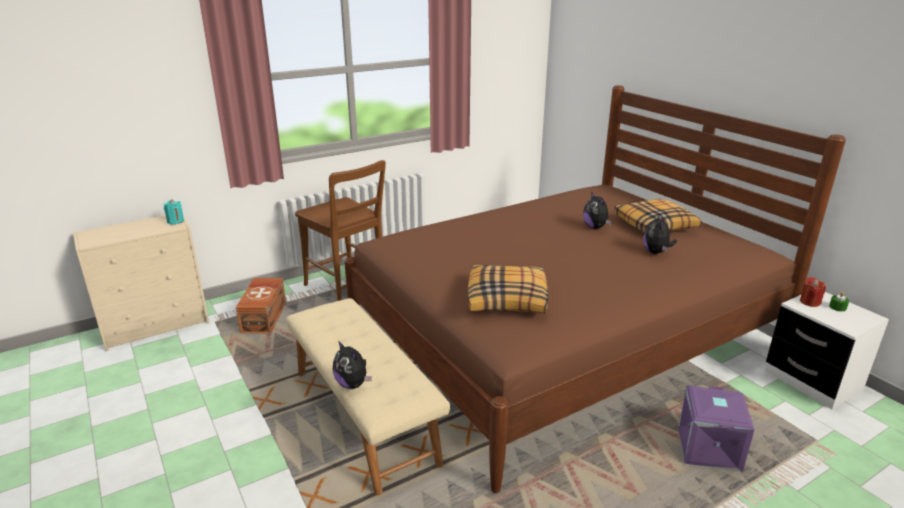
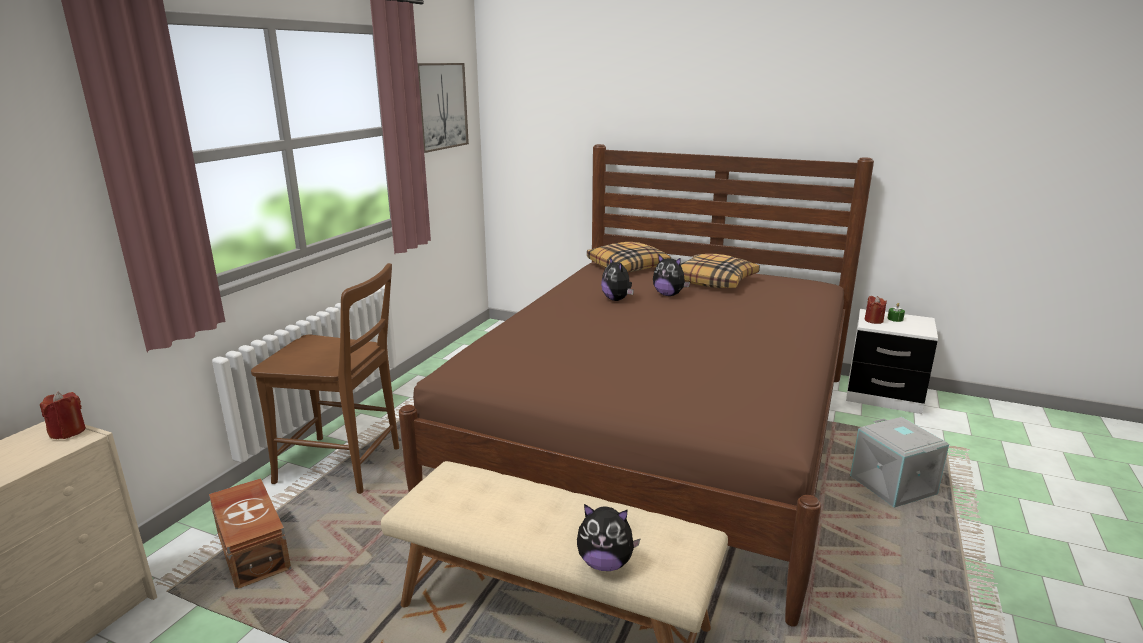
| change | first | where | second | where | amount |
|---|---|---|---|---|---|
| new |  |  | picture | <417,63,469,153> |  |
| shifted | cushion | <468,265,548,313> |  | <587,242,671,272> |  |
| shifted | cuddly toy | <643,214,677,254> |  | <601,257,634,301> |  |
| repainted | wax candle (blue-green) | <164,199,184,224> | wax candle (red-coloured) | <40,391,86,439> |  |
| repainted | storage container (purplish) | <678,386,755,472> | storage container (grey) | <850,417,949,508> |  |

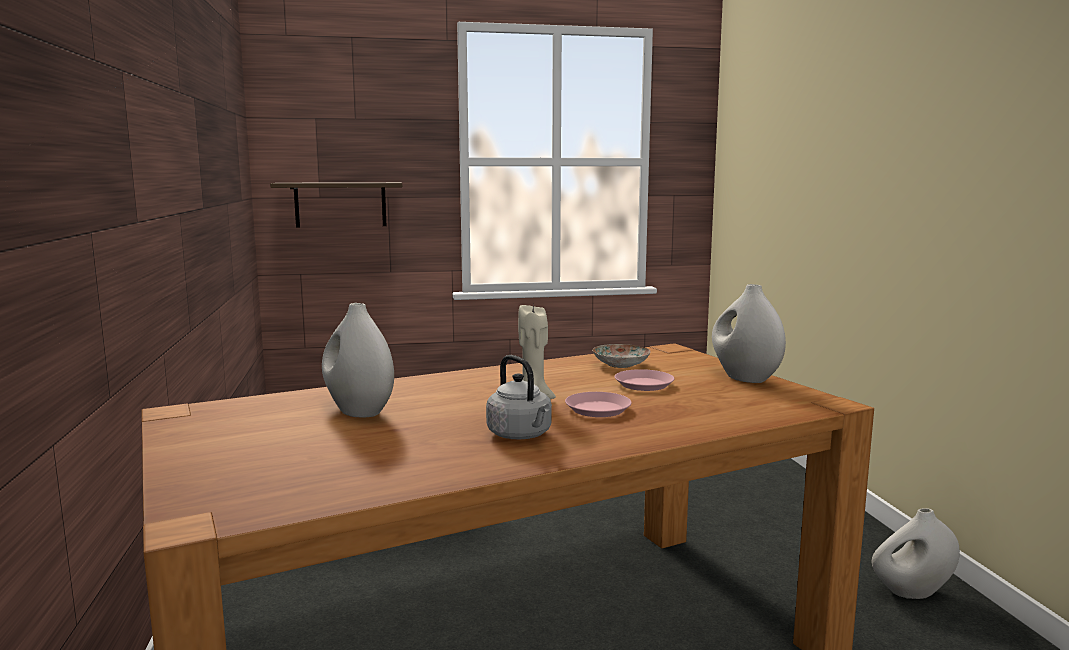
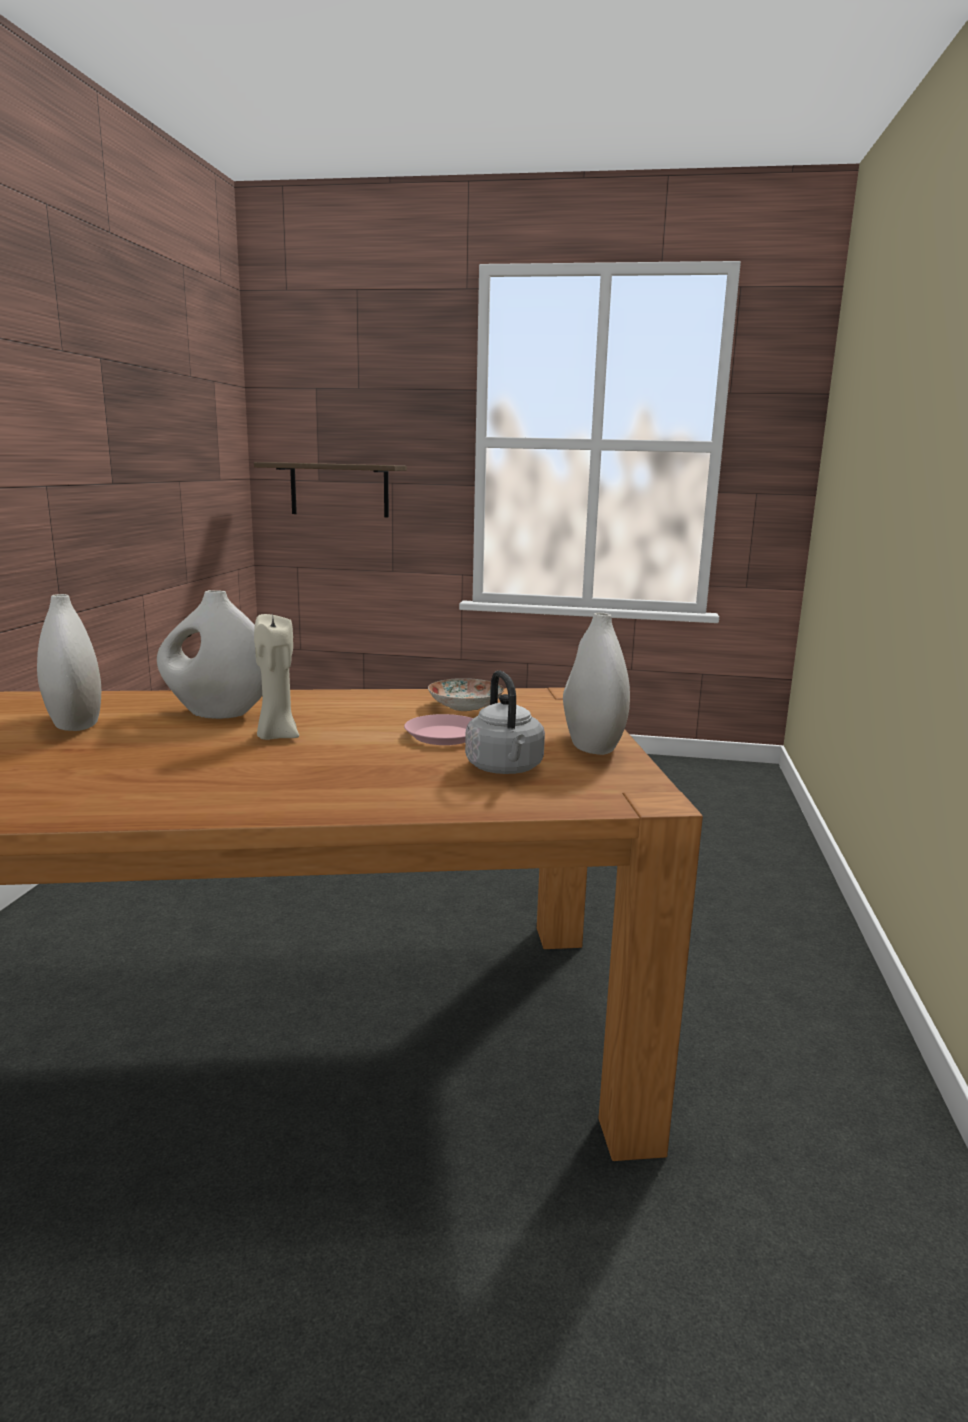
| change | first | where | second | where | amount |
|---|---|---|---|---|---|
| gone | plate (pink) | <565,392,632,417> |  |  |  |
| shifted | tea kettle (grey) | <486,355,552,440> |  | <465,670,545,774> |  |
| shifted | flower vase (white-coloured) | <872,508,960,599> |  | <157,590,262,719> |  |

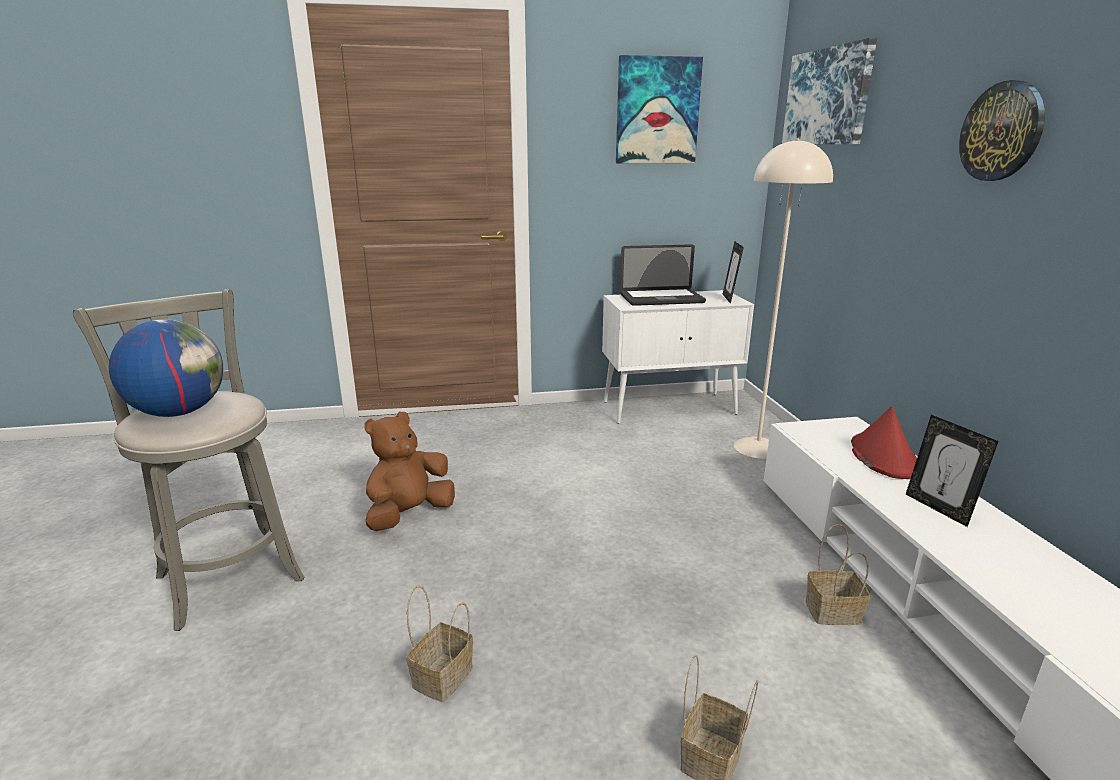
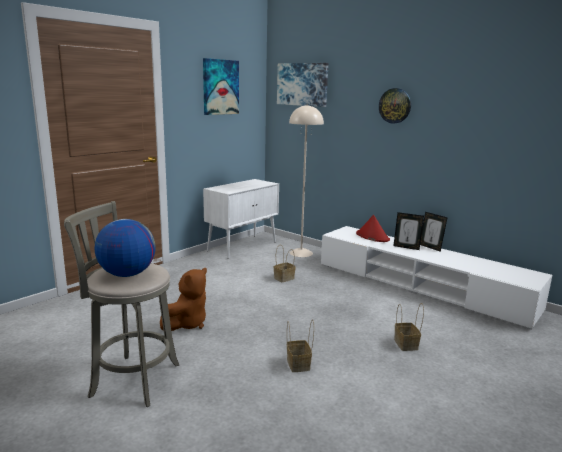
| change | first | where | second | where | amount |
|---|---|---|---|---|---|
| gone | notebook computer | <620,244,706,306> |  |  |  |
| shifted | picture frame | <723,241,744,304> |  | <420,212,448,252> |  |
| shifted | basket | <805,524,870,625> |  | <274,245,296,282> |  |
| rotated | cuddly toy (brownish) | <365,412,455,531> |  | <160,268,207,331> | 150 degrees counterclockwise |

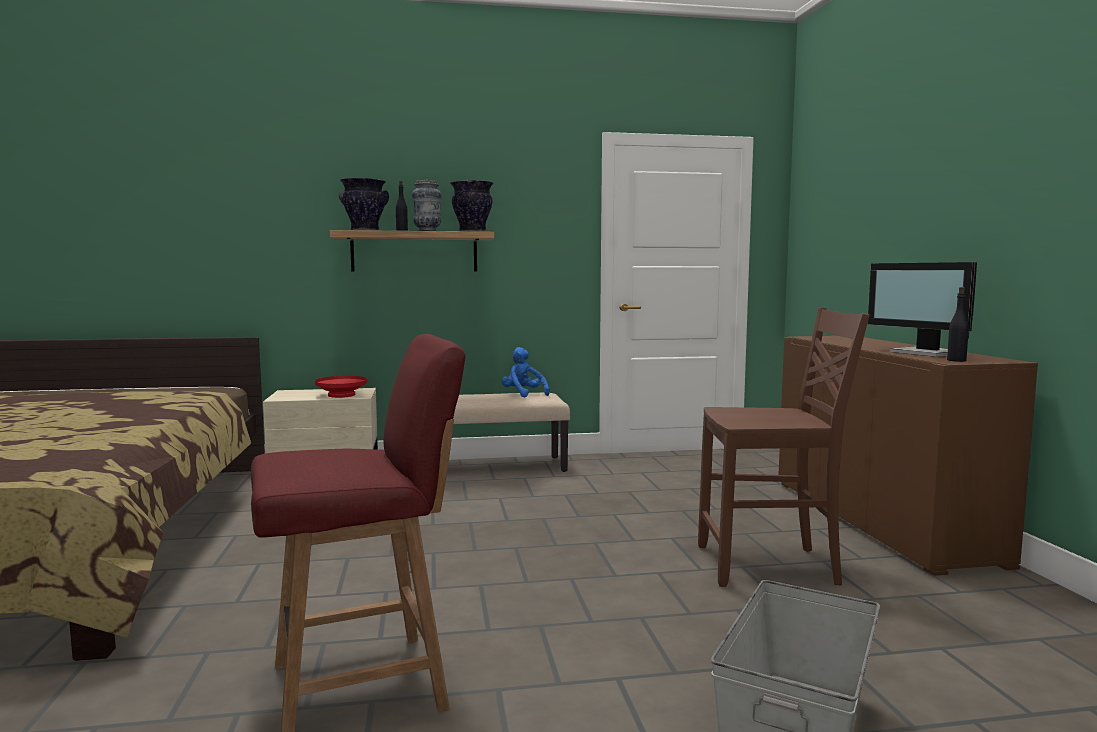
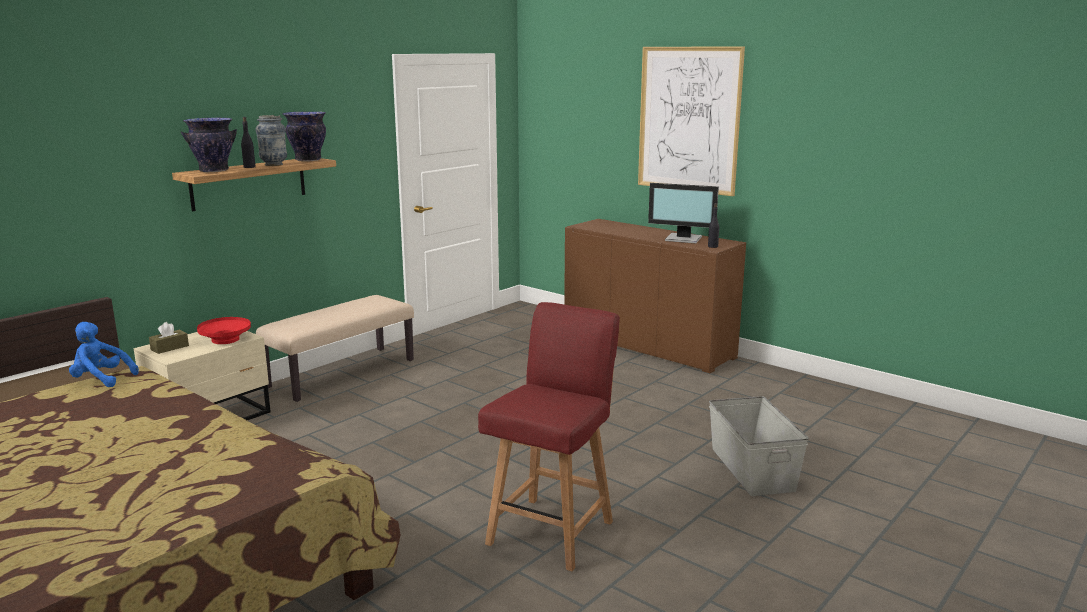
| change | first | where | second | where | amount |
|---|---|---|---|---|---|
| gone | upright chair (brownish) | <698,307,869,587> |  |  |  |
| new |  |  | tissue holder (brownish) | <149,322,189,354> |  |
| new |  |  | picture | <638,47,745,196> |  |
| shifted | cuddly toy (blue) | <502,347,550,397> |  | <69,322,139,387> |  |

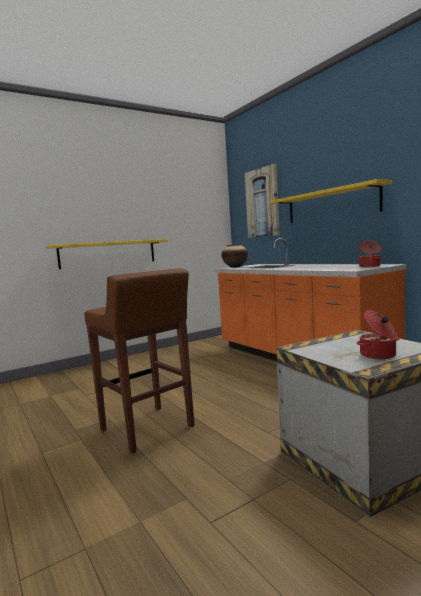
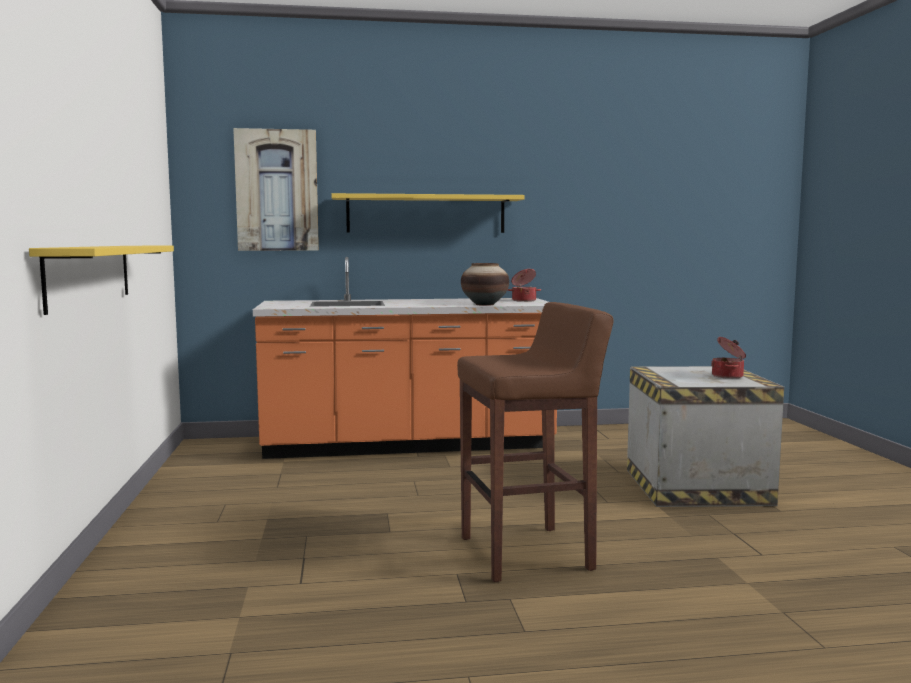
| change | first | where | second | where | amount |
|---|---|---|---|---|---|
| shifted | flower vase | <222,244,248,268> |  | <461,263,509,306> |  |

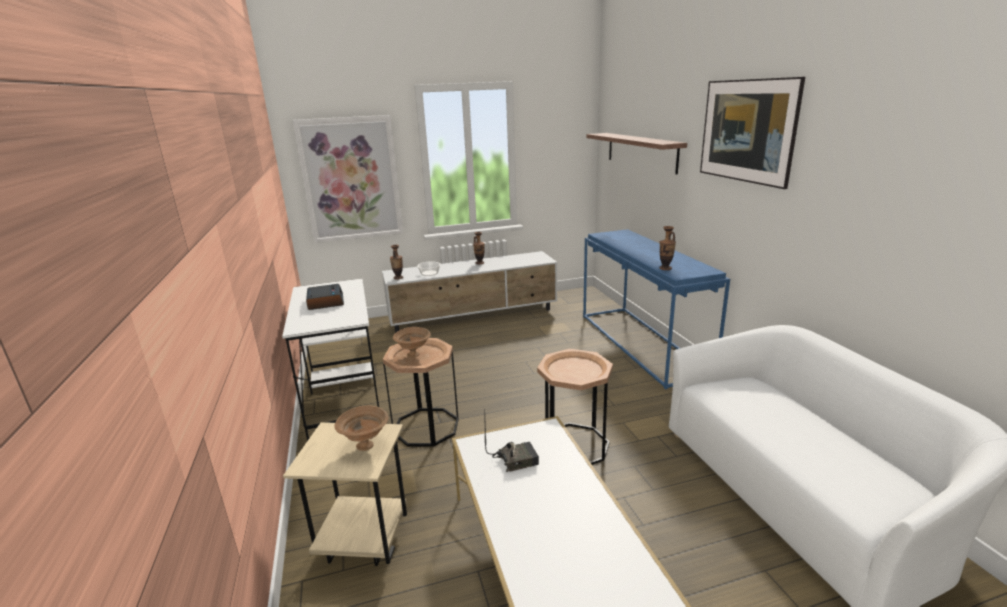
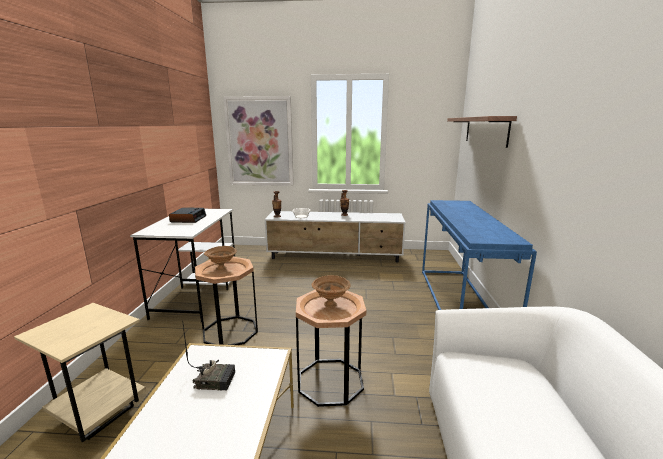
| change | first | where | second | where | amount |
|---|---|---|---|---|---|
| gone | flower vase | <660,226,676,270> |  |  |  |
| gone | picture | <700,77,805,189> |  |  |  |
| shifted | bowl (brownish) | <335,405,389,451> |  | <311,275,351,307> |  |

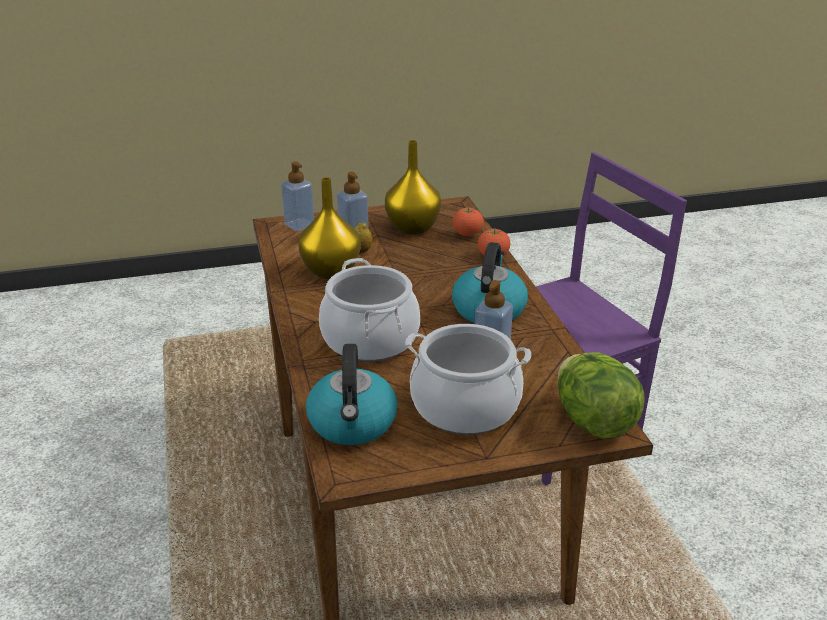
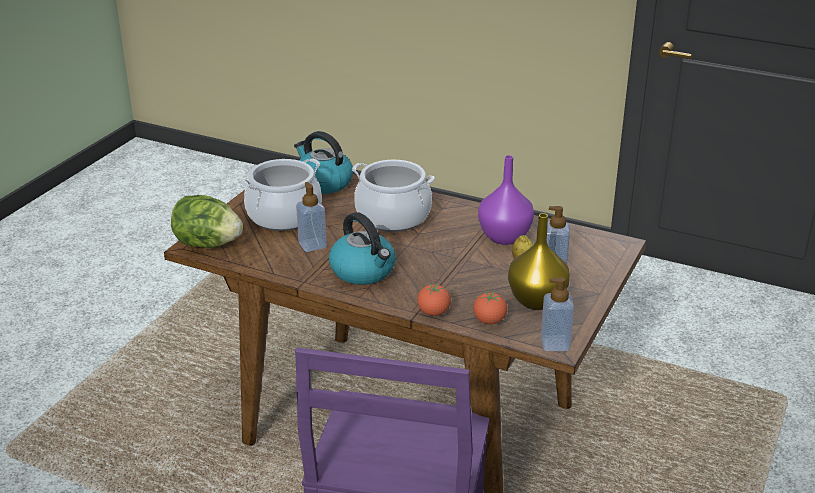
| change | first | where | second | where | amount |
|---|---|---|---|---|---|
| shifted | soap dispenser | <281,161,314,231> |  | <541,277,574,351> |  |
| repainted | flower vase (yellowish) | <298,177,361,279> | flower vase (purplish) | <478,155,534,245> |  |

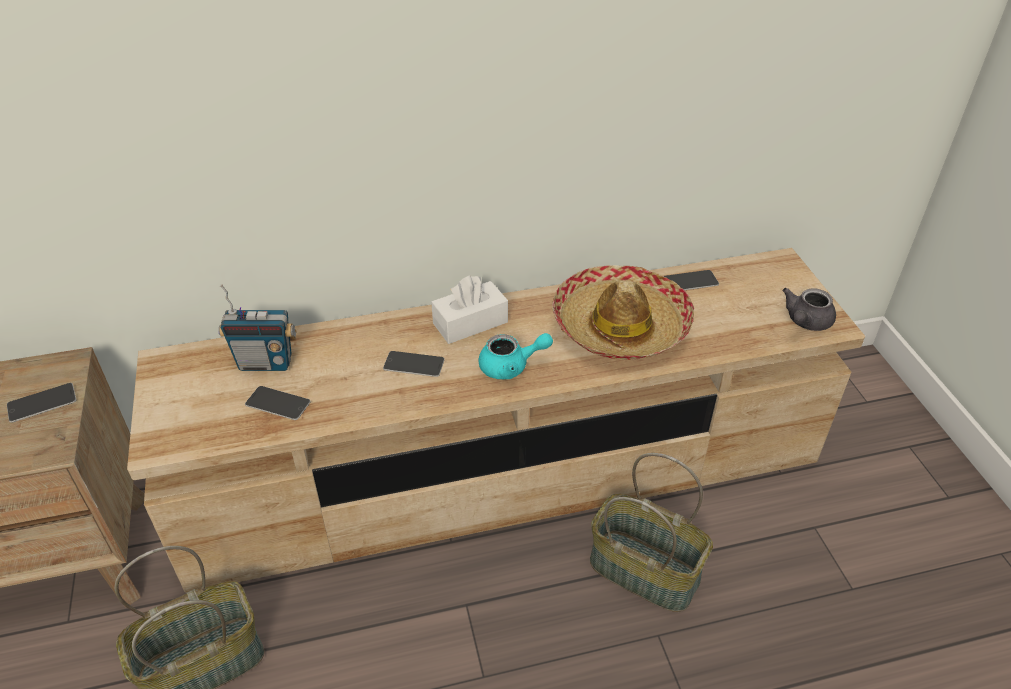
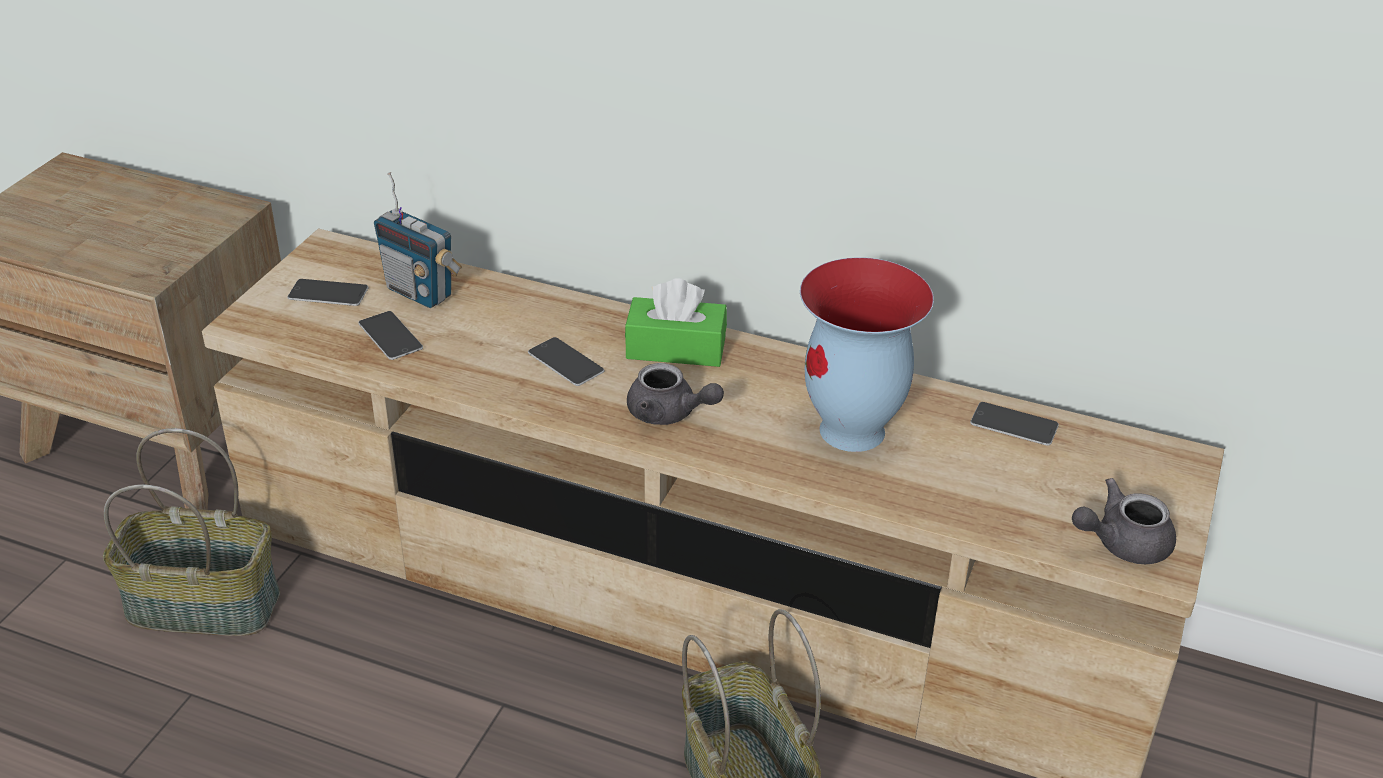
| change | first | where | second | where | amount |
|---|---|---|---|---|---|
| shifted | phone | <7,383,76,423> |  | <287,279,369,306> |  |
| swapped | clothing hat | <552,265,694,360> | flower vase | <800,257,934,452> |  |
| repainted | tissue holder (white-coloured) | <431,275,508,344> | tissue holder (greenish) | <625,278,727,367> |  |
| repainted | tea pot (blue-green) | <478,333,553,379> | tea pot (grey) | <627,363,724,425> |  |

